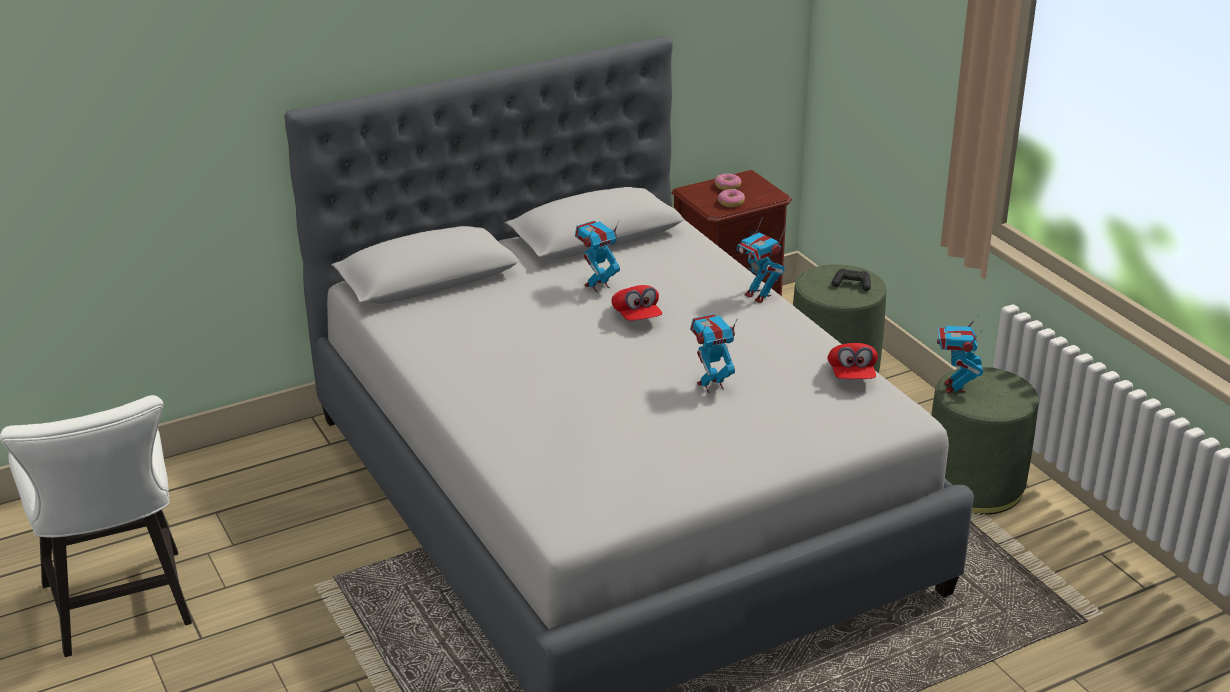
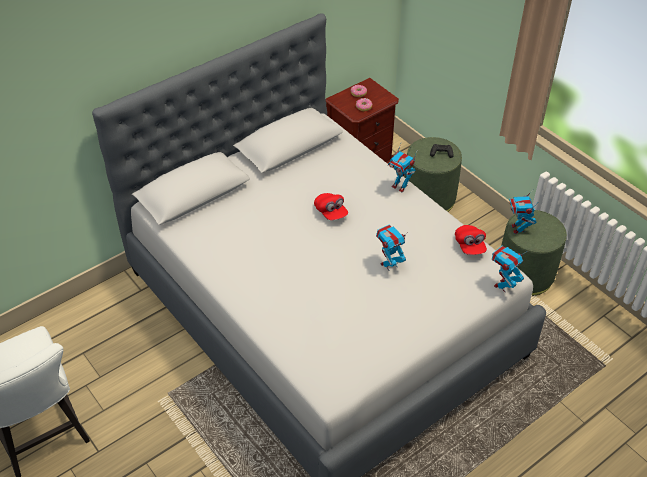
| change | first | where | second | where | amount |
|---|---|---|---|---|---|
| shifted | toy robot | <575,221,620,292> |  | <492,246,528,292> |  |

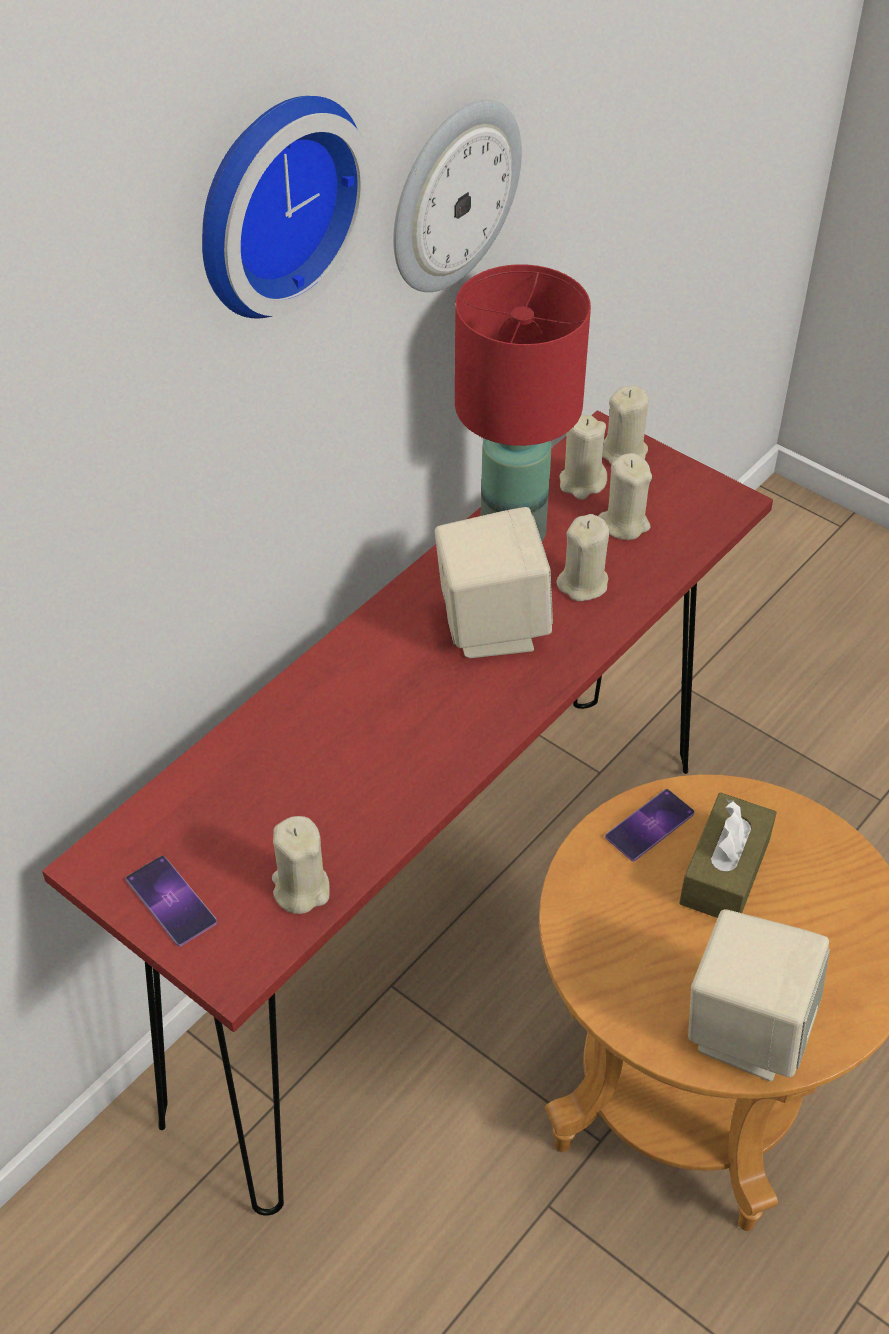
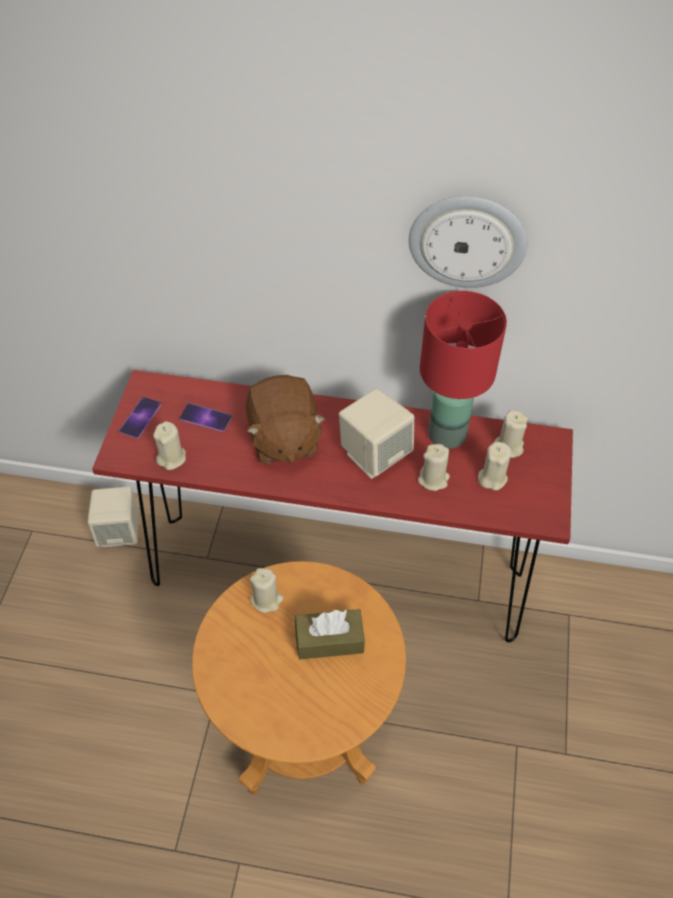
| change | first | where | second | where | amount |
|---|---|---|---|---|---|
| gone | clock on the wall | <202,96,372,318> |  |  |  |
| new |  |  | cuddly toy (brownish) | <246,375,326,463> |  |
| shifted | wax candle (beige-coloured) | <602,385,649,465> |  | <250,568,283,613> |  |
| shifted | phone | <605,789,694,861> |  | <179,403,232,432> |  |
| shifted | speaker (beige-coloured) | <688,909,830,1081> |  | <88,486,138,547> |  |

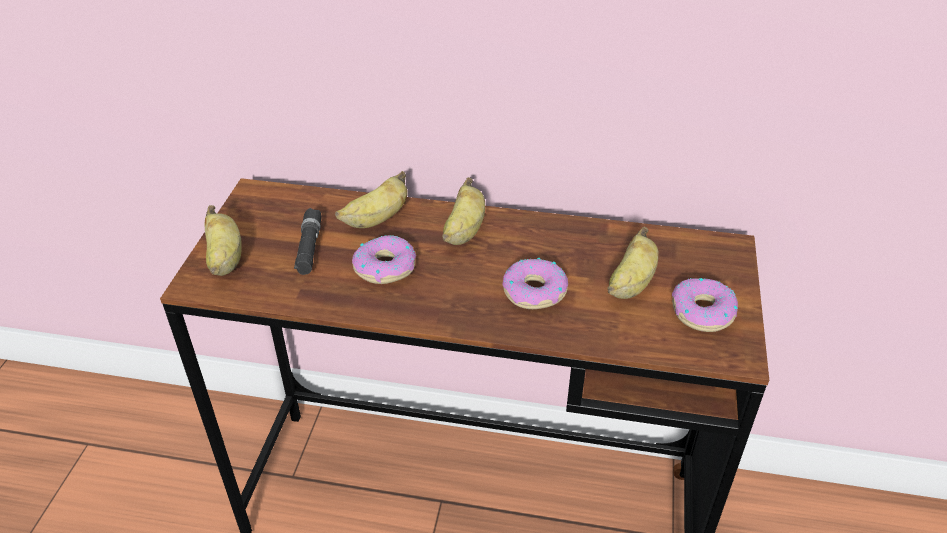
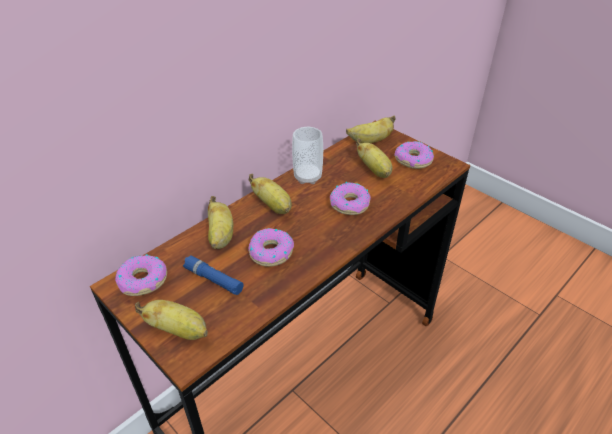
| change | first | where | second | where | amount |
|---|---|---|---|---|---|
| new |  |  | donut | <115,254,167,296> |  |
| new |  |  | drinking cup | <292,127,323,184> |  |
| new |  |  | banana fruit | <346,116,396,143> |  |
| repainted | flashlight (black) | <294,208,322,275> | flashlight (blue) | <183,255,243,295> |  |

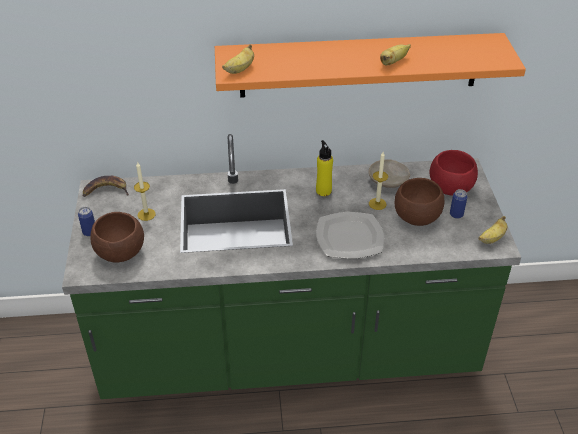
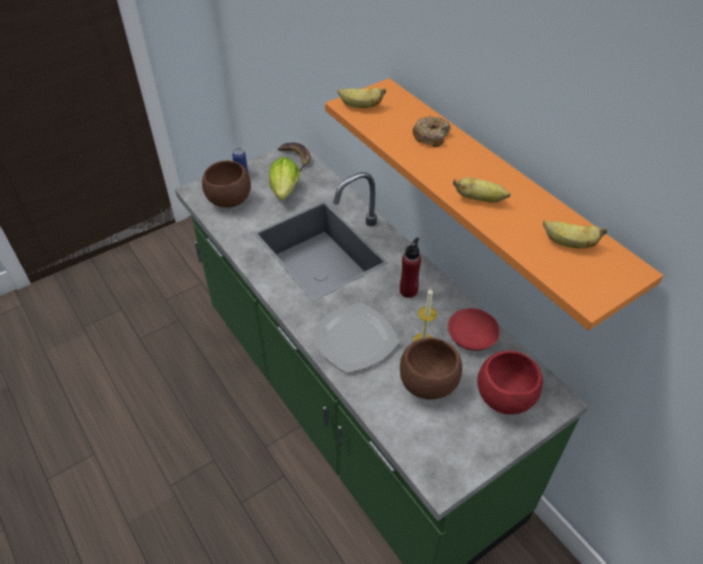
| change | first | where | second | where | amount |
|---|---|---|---|---|---|
| gone | sealed can | <450,189,467,219> |  |  |  |
| new |  |  | donut | <412,116,450,147> |  |
| shifted | banana fruit | <479,216,507,244> |  | <543,220,607,248> |  |
| swapped | wax candle | <134,161,156,221> | lettuce head | <269,157,300,200> |  |
| repainted | beverage bottle (yellowish) | <316,140,333,196> | beverage bottle (red-coloured) | <400,238,421,298> |  |
| repainted | plate (beige-coloured) | <369,159,410,188> | plate (red-coloured) | <448,308,499,351> |  |

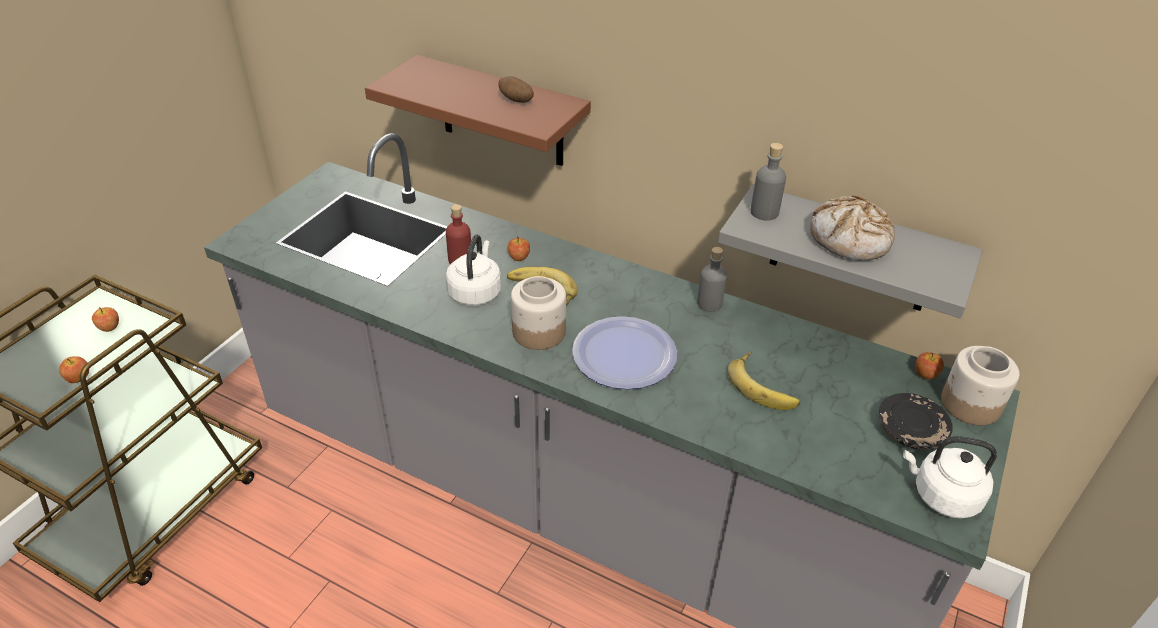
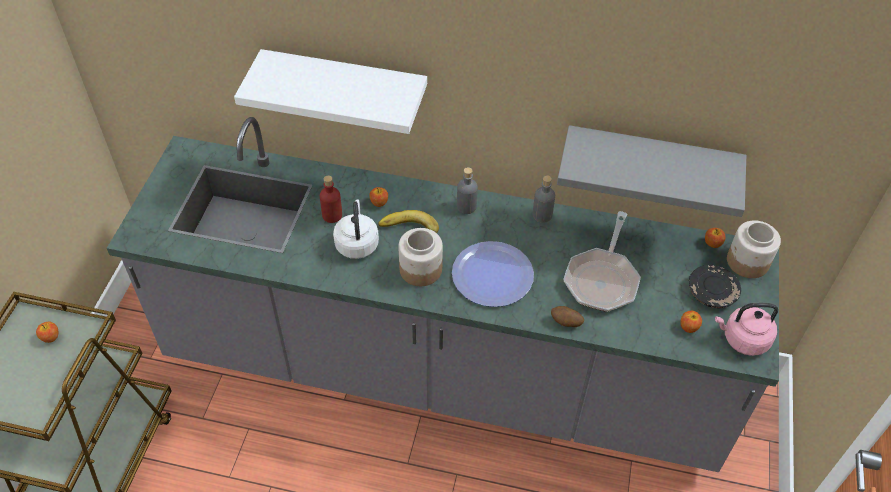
| change | first | where | second | where | amount |
|---|---|---|---|---|---|
| gone | bakery bread | <810,196,895,261> |  |  |  |
| shifted | apple fruit | <59,356,89,383> |  | <680,311,702,333> |  |
| shifted | whole potato | <498,76,534,103> |  | <551,306,584,327> |  |
| shifted | beverage bottle (grey) | <751,143,786,221> |  | <457,167,478,214> |  |
| swapped | banana fruit | <727,352,800,410> | pan | <563,211,641,312> |  |
| repainted | bracket shelf (brownish) | <365,55,591,166> | bracket shelf (white-coloured) | <234,49,427,134> |  |
| repainted | tea kettle (white-coloured) | <903,436,997,519> | tea kettle (pink) | <715,303,778,356> |  |

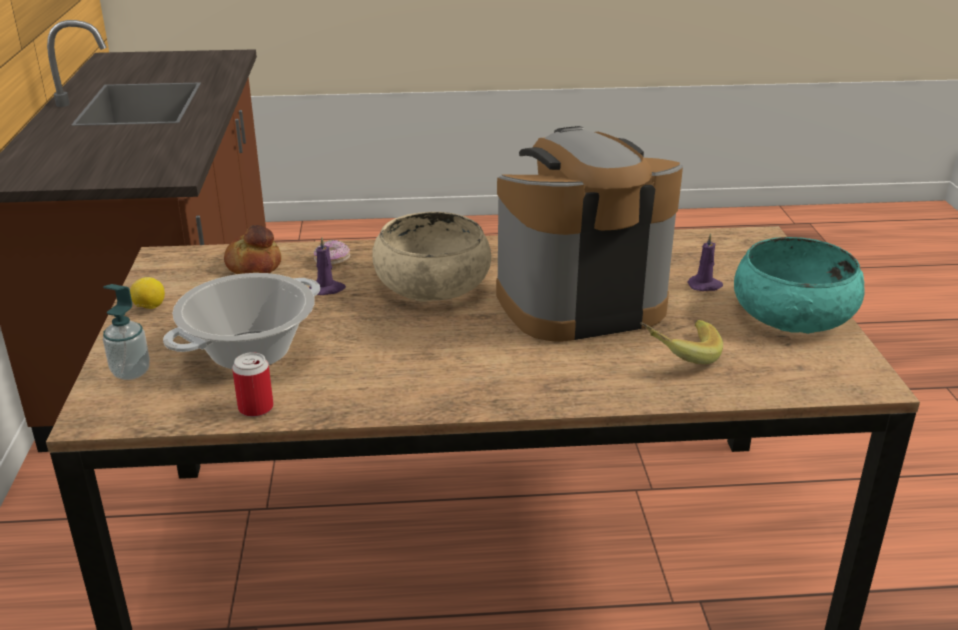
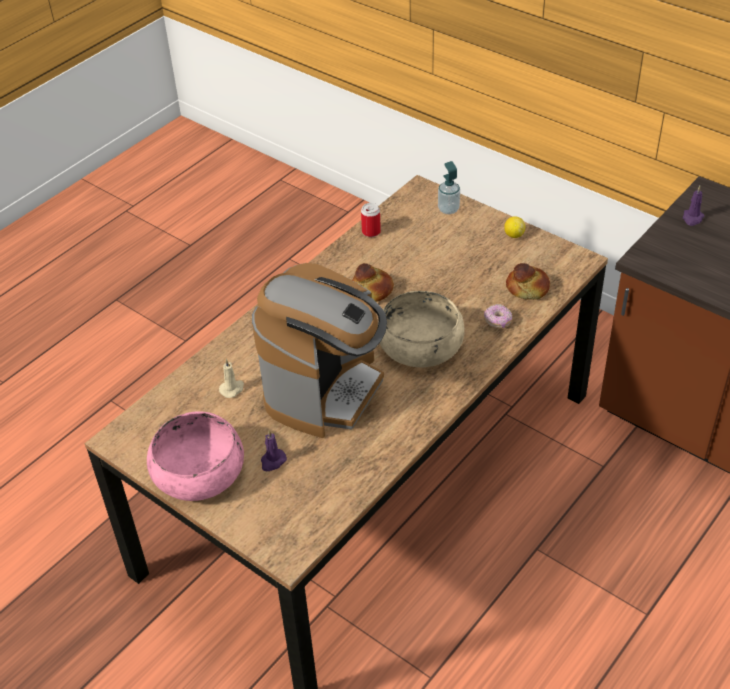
| change | first | where | second | where | amount |
|---|---|---|---|---|---|
| gone | saucepot | <163,273,320,369> |  |  |  |
| new |  |  | bakery bread | <352,263,394,302> |  |
| shifted | wax candle (purplish) | <309,237,346,295> |  | <683,186,704,226> |  |
| swapped | banana fruit | <640,320,723,364> | wax candle (beige-coloured) | <219,359,244,398> |  |
| repainted | bowl (blue-green) | <734,237,865,334> | bowl (pink) | <147,412,244,501> |  |

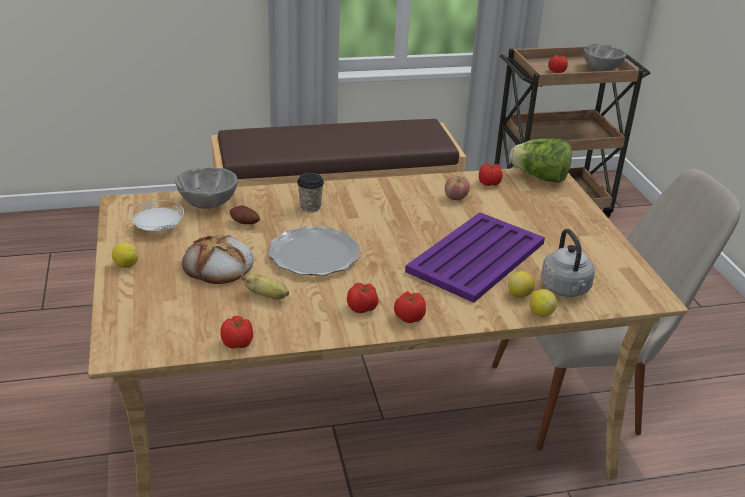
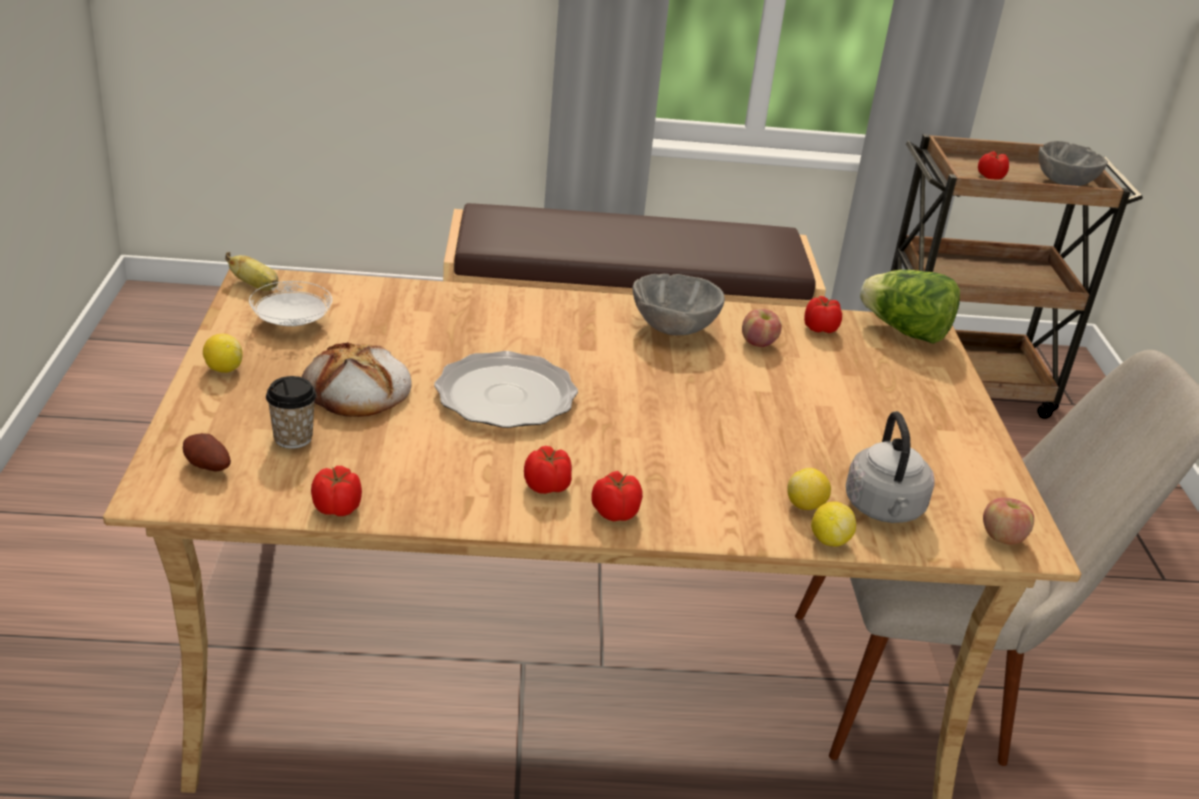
| change | first | where | second | where | amount |
|---|---|---|---|---|---|
| gone | serving tray (purplish) | <405,212,545,303> |  |  |  |
| new |  |  | apple fruit | <983,497,1034,545> |  |
| shifted | bowl (grey) | <175,168,238,209> |  | <632,274,725,335> |  |
| shifted | whole potato | <230,205,260,224> |  | <183,433,231,471> |  |
| shifted | banana fruit | <241,273,289,299> |  | <225,252,278,291> |  |
| shifted | drinking cup | <297,173,324,212> |  | <266,376,316,449> |  |

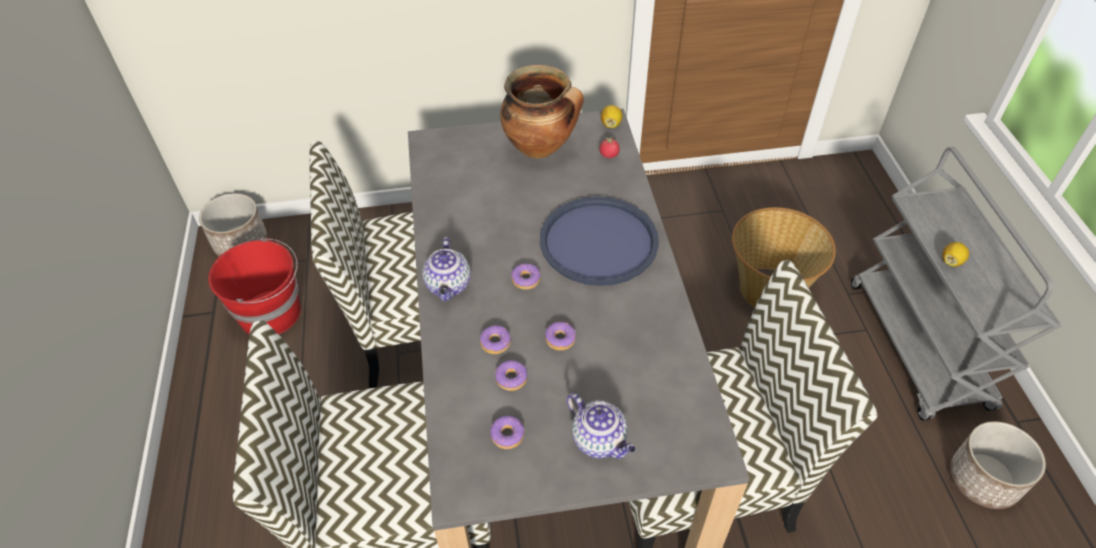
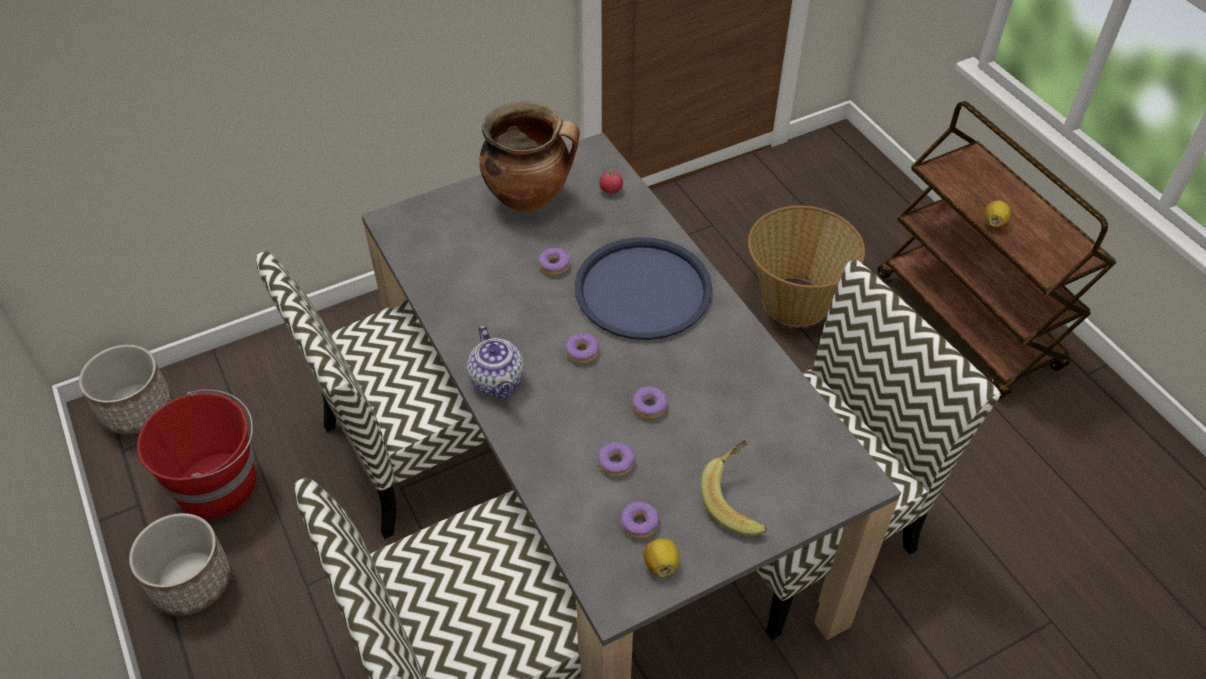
| change | first | where | second | where | amount |
|---|---|---|---|---|---|
| shifted | donut | <480,325,511,354> |  | <539,248,570,275> |  |
| shifted | whole lemon | <601,105,623,128> |  | <643,539,679,577> |  |
| shifted | flower pot | <950,421,1046,509> |  | <129,513,231,616> |  |
| swapped | tea pot | <567,393,636,459> | banana fruit | <700,440,767,536> |  |
| repainted | wheeled cart (grey) | <851,147,1061,421> | wheeled cart (brownish) | <878,101,1117,399> |  |

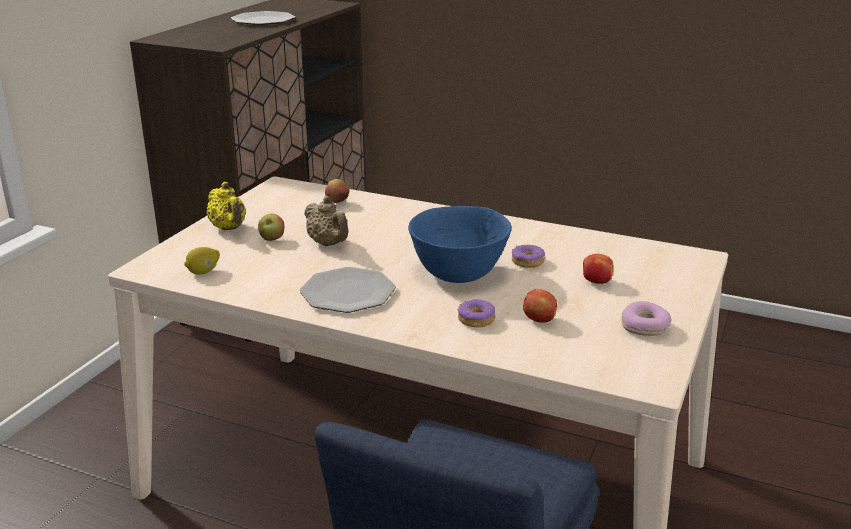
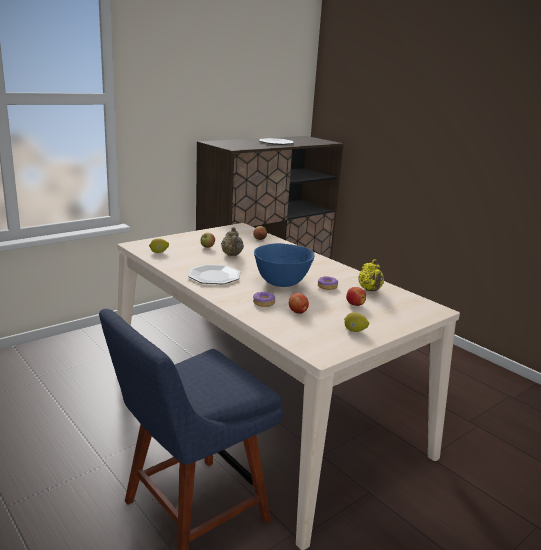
| change | first | where | second | where | amount |
|---|---|---|---|---|---|
| shifted | tea pot (yellowish) | <207,182,246,230> |  | <358,259,384,291> |  |
| swapped | donut | <621,301,672,336> | whole lemon | <344,313,369,332> |  |

